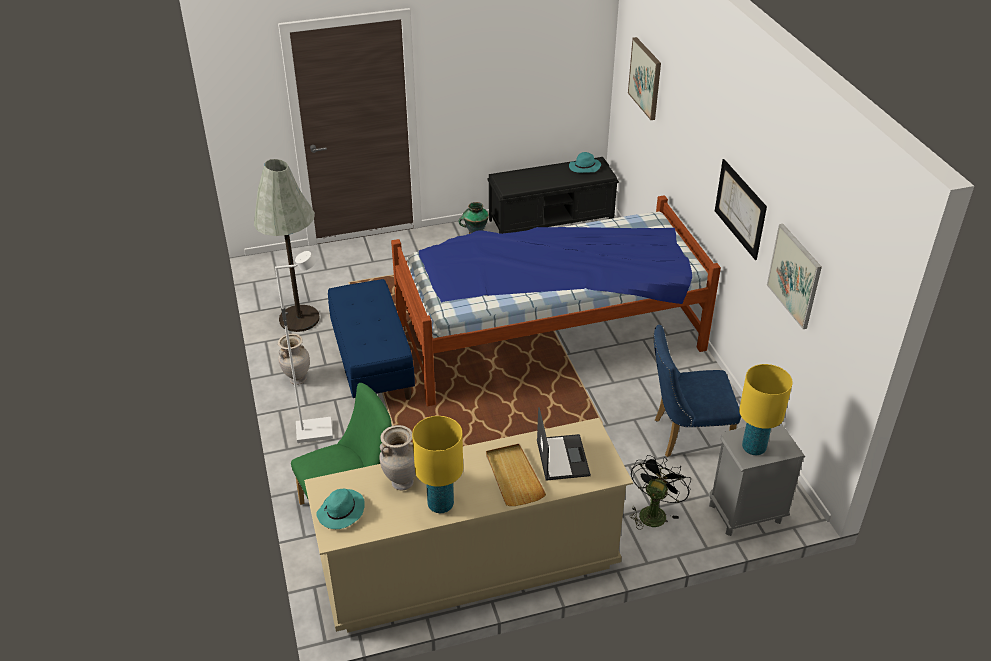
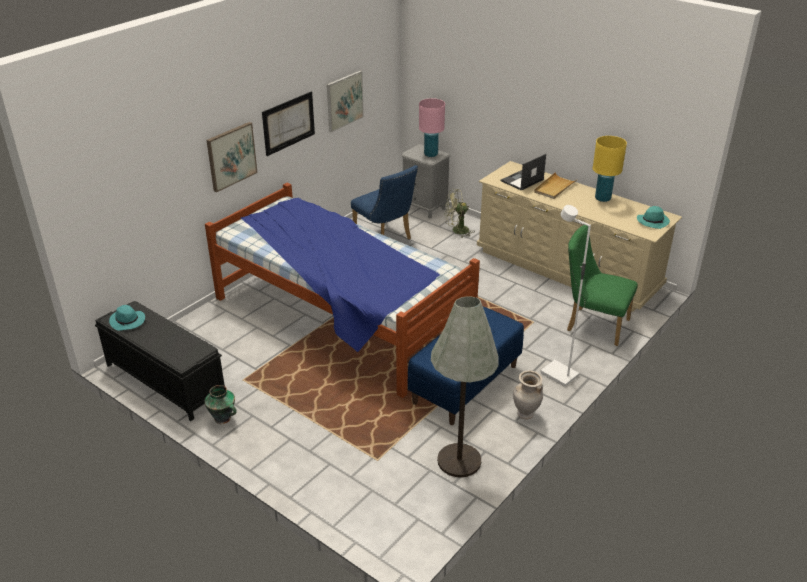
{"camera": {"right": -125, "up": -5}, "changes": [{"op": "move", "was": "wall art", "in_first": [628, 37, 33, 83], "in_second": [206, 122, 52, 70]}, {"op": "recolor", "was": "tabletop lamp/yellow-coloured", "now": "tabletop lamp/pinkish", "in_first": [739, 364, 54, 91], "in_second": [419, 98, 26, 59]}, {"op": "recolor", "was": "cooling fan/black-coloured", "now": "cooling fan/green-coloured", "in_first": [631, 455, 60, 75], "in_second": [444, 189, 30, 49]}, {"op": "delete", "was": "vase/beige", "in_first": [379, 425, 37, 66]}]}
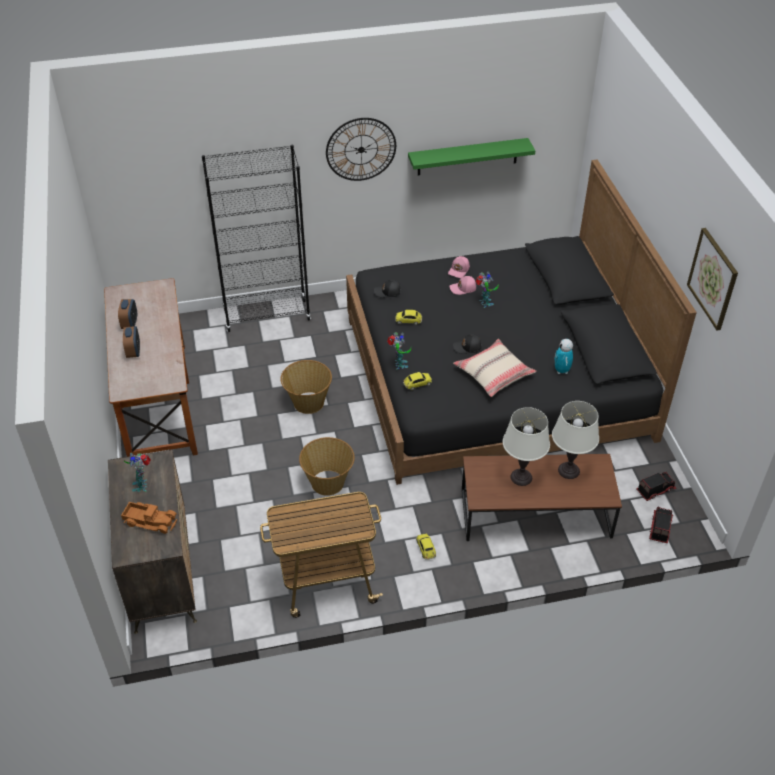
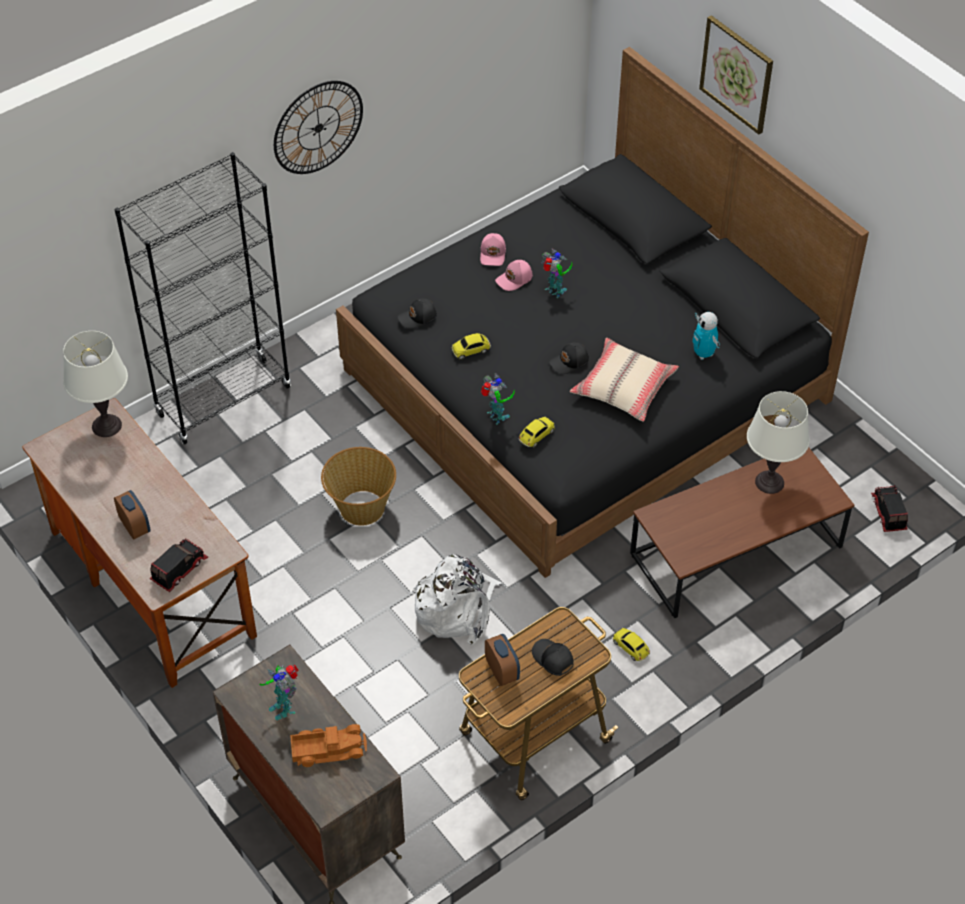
{"camera": {"right": -25, "up": 5}, "changes": [{"op": "move", "was": "tabletop lamp/whitish", "in_first": [503, 407, 47, 79], "in_second": [63, 331, 65, 106]}, {"op": "move", "was": "toy lorry", "in_first": [636, 472, 41, 29], "in_second": [150, 538, 58, 54]}, {"op": "replace", "was": "basket", "now": "knapsack/whitish", "in_first": [299, 437, 56, 59], "in_second": [413, 554, 89, 91]}, {"op": "move", "was": "alarm clock", "in_first": [118, 299, 19, 30], "in_second": [485, 634, 35, 52]}, {"op": "insert", "now": "cap/black-coloured", "in_second": [532, 639, 41, 37]}, {"op": "move", "was": "wall art", "in_first": [687, 228, 51, 102], "in_second": [699, 15, 74, 120]}, {"op": "delete", "was": "bracket shelf/green-coloured", "in_first": [408, 138, 127, 38]}]}
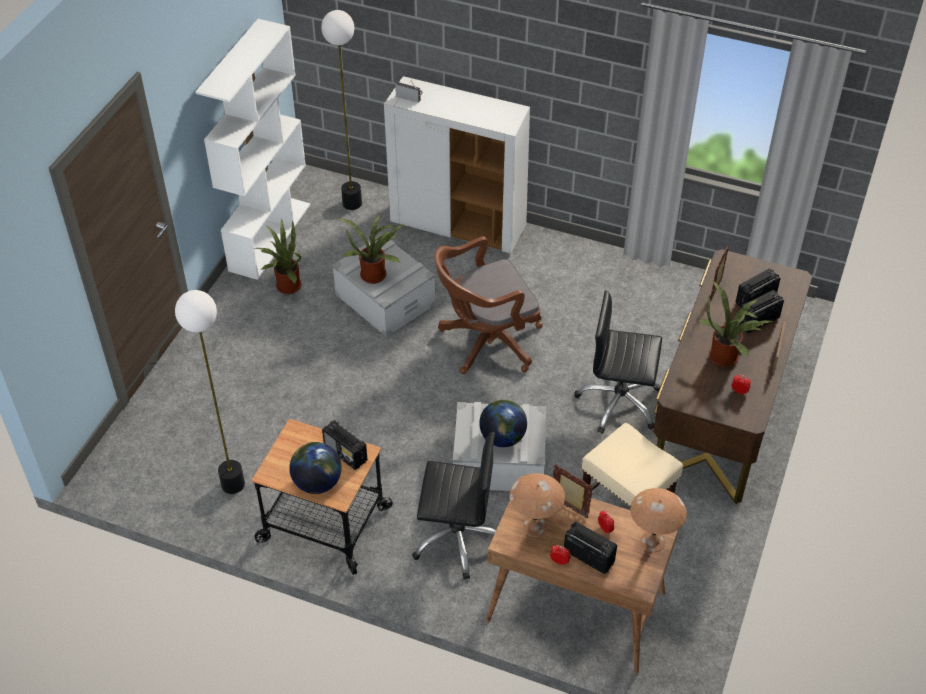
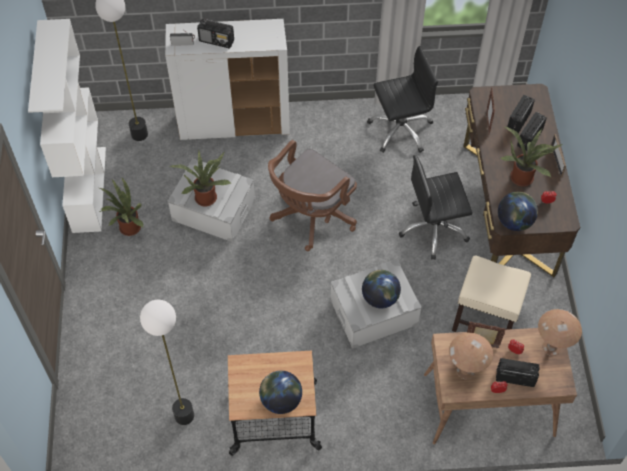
{"camera": {"right": -25, "up": 10}, "changes": [{"op": "move", "was": "radio receiver", "in_first": [322, 420, 45, 50], "in_second": [197, 19, 37, 29]}, {"op": "move", "was": "desk chair/black-coloured", "in_first": [412, 432, 84, 148], "in_second": [367, 46, 71, 107]}, {"op": "insert", "now": "desk globe", "in_second": [498, 192, 40, 39]}]}
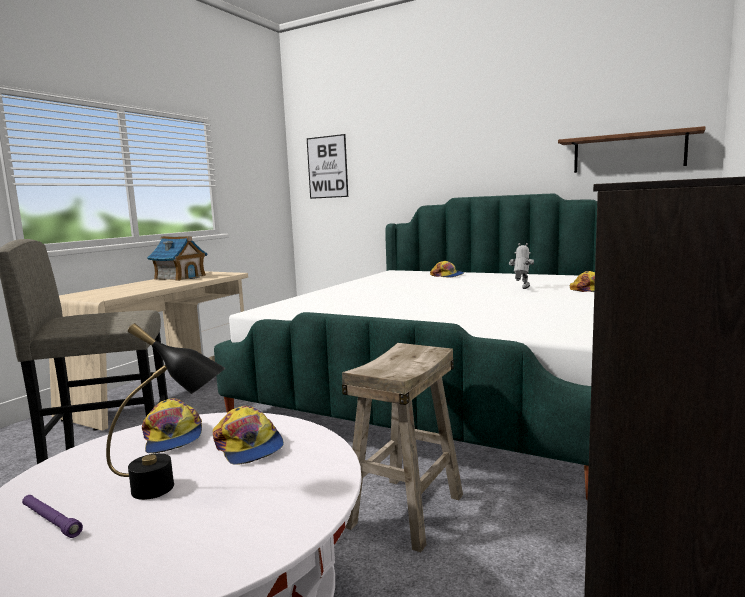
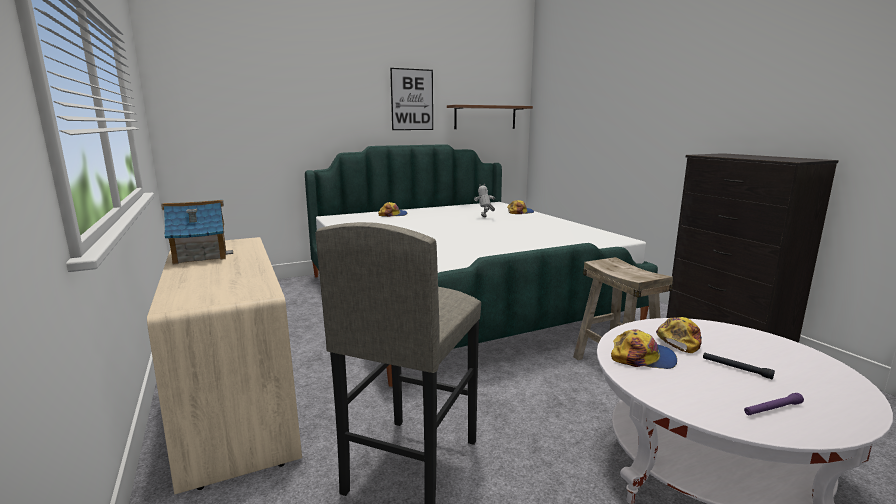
{"camera": {"right": -55, "up": 5}, "changes": [{"op": "move", "was": "wall art", "in_first": [307, 134, 41, 65], "in_second": [390, 68, 43, 62]}, {"op": "rotate", "was": "cap", "in_first": [213, 406, 71, 59], "in_second": [656, 317, 46, 36], "clockwise": -60}, {"op": "replace", "was": "tabletop lamp/black-coloured", "now": "hand torch/black-coloured", "in_first": [106, 323, 119, 177], "in_second": [703, 353, 72, 26]}]}
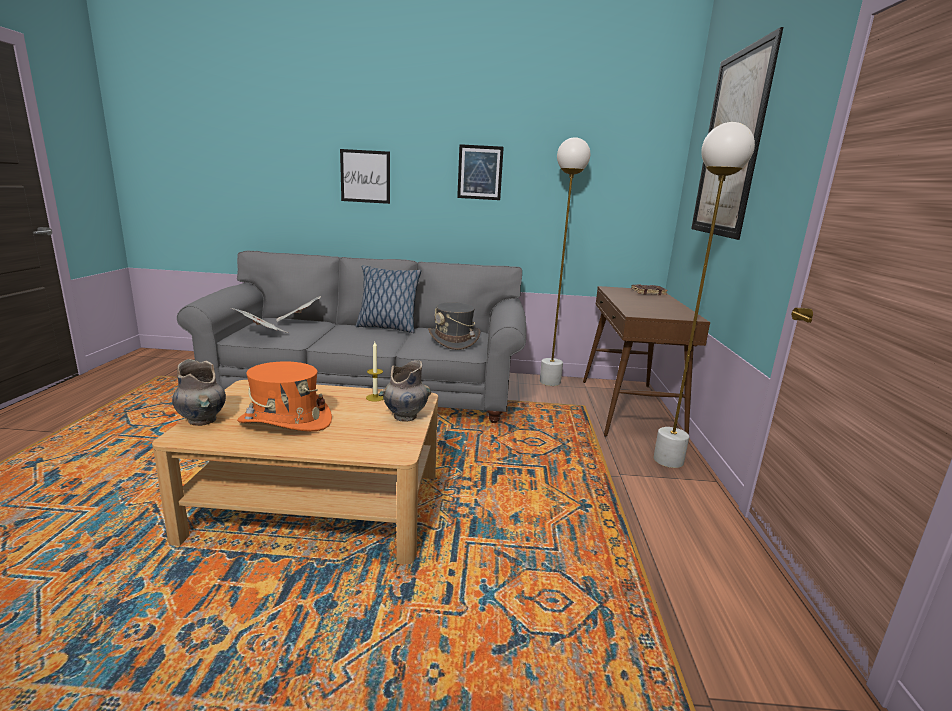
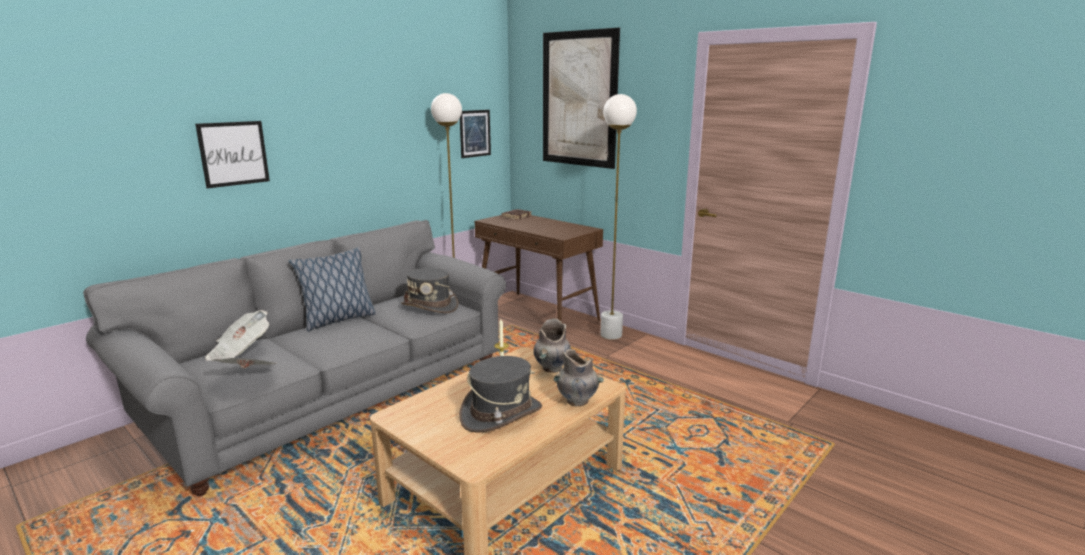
{"camera": {"right": -50, "up": 0}, "changes": [{"op": "recolor", "was": "clothing hat/orange-coloured", "now": "clothing hat/gray", "in_first": [237, 361, 95, 70], "in_second": [459, 356, 83, 77]}, {"op": "move", "was": "wall art", "in_first": [457, 144, 47, 56], "in_second": [460, 110, 31, 48]}, {"op": "move", "was": "vase/gray", "in_first": [172, 359, 54, 67], "in_second": [554, 349, 50, 57]}]}
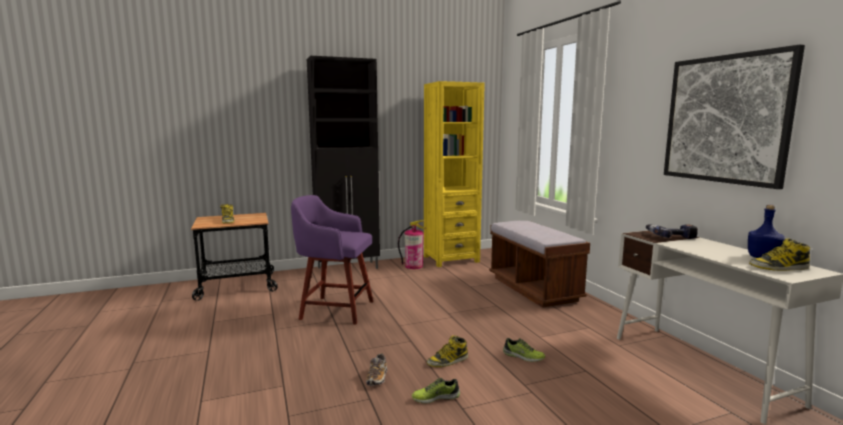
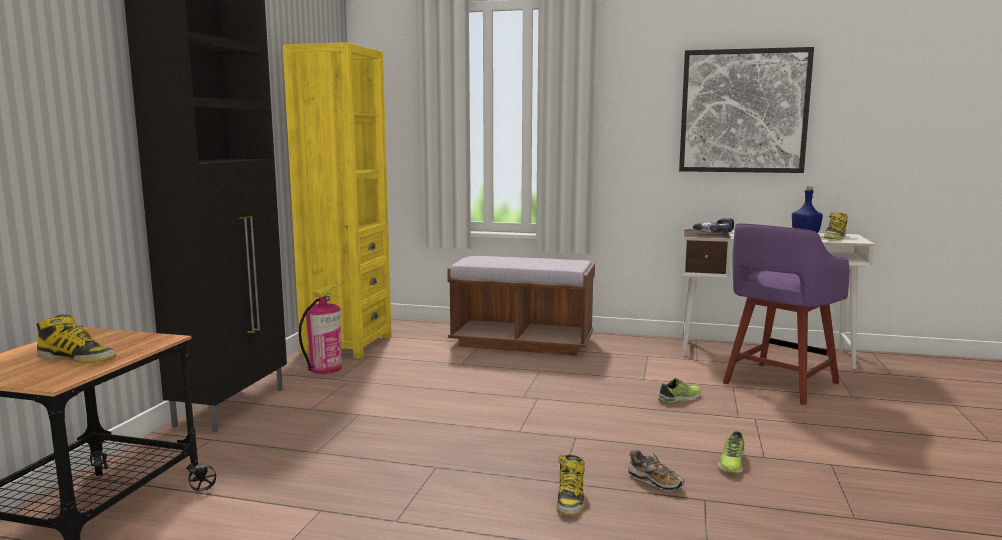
{"camera": {"right": -55, "up": 0}, "changes": [{"op": "move", "was": "tall boot", "in_first": [427, 335, 41, 32], "in_second": [556, 455, 29, 61]}, {"op": "move", "was": "sitting stool/purple", "in_first": [291, 195, 82, 129], "in_second": [723, 223, 126, 182]}]}
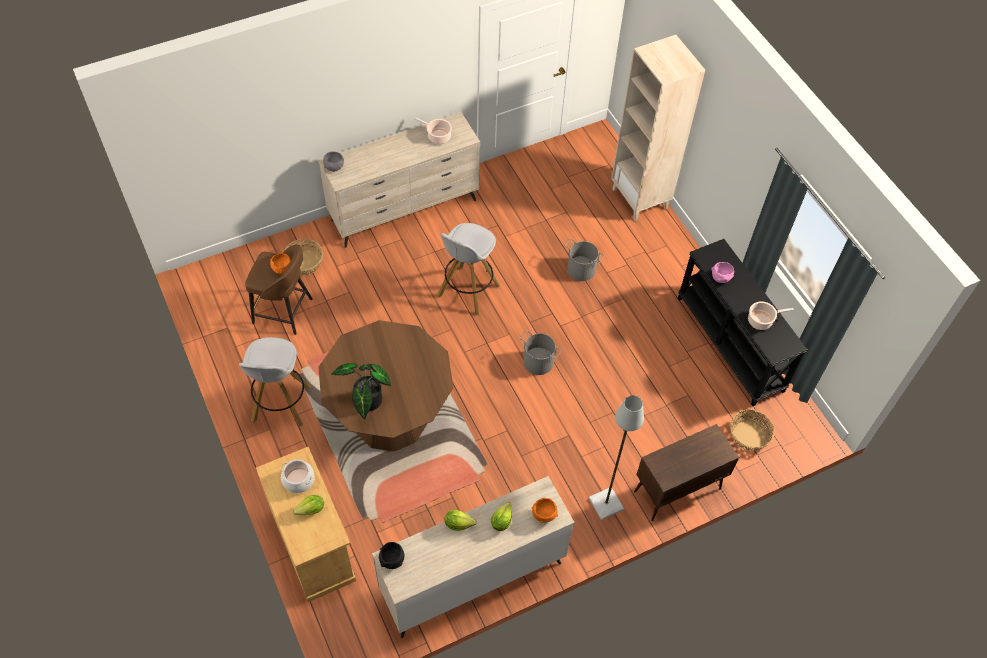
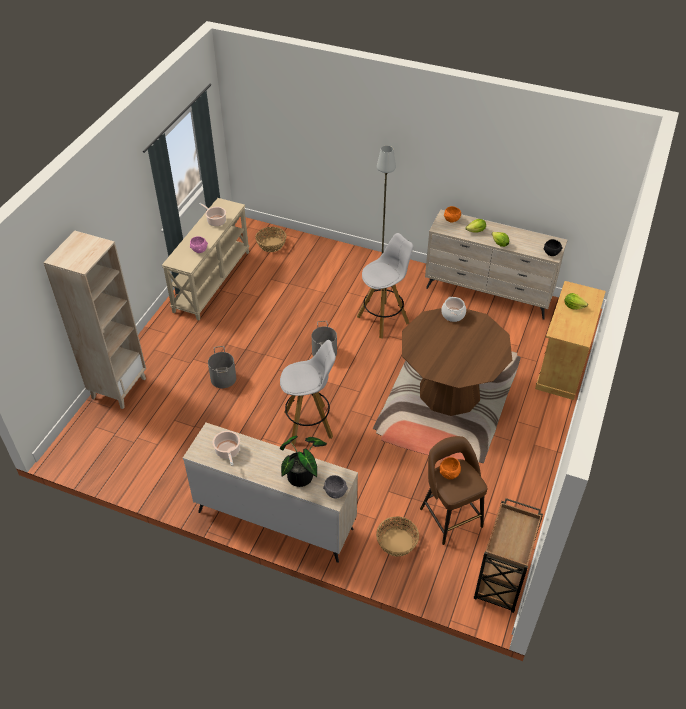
{"camera": {"right": -130, "up": -10}, "changes": [{"op": "recolor", "was": "hall table/black-coloured", "now": "hall table/beige", "in_first": [678, 239, 129, 167], "in_second": [162, 198, 87, 123]}, {"op": "move", "was": "houseplant", "in_first": [331, 363, 60, 56], "in_second": [280, 436, 47, 51]}, {"op": "move", "was": "sitting stool/whitish", "in_first": [239, 337, 72, 90], "in_second": [357, 233, 56, 105]}, {"op": "move", "was": "saucepot", "in_first": [281, 459, 34, 34], "in_second": [441, 297, 25, 25]}, {"op": "insert", "now": "cart/brown-coloured", "in_second": [474, 498, 69, 115]}, {"op": "delete", "was": "cupboard/brown-coloured", "in_first": [634, 424, 105, 97]}]}
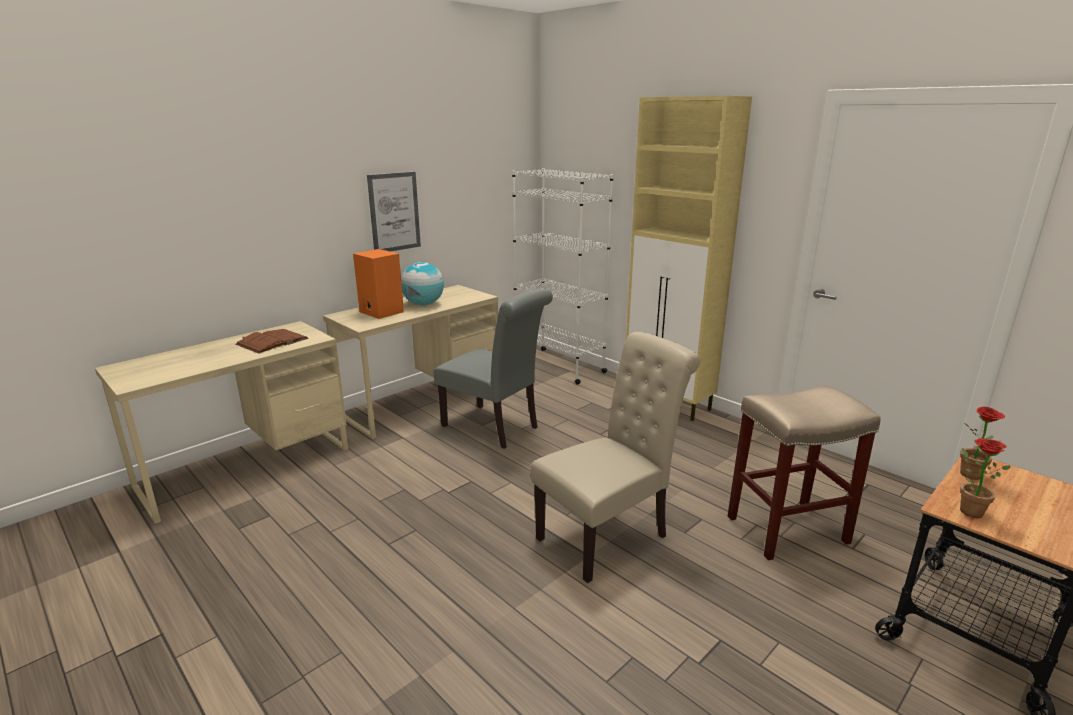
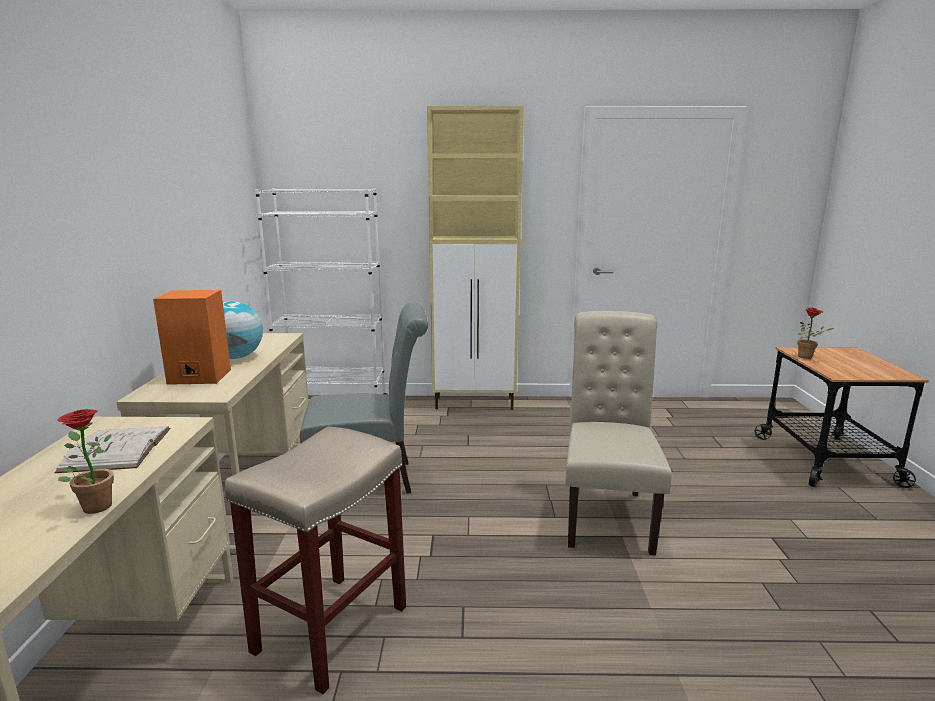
{"camera": {"right": -45, "up": -5}, "changes": [{"op": "recolor", "was": "volume/brown-coloured", "now": "volume/whitish", "in_first": [236, 329, 73, 25], "in_second": [54, 426, 117, 47]}, {"op": "move", "was": "houseplant", "in_first": [960, 438, 51, 80], "in_second": [58, 409, 56, 105]}, {"op": "move", "was": "sitting stool/beige", "in_first": [728, 386, 152, 174], "in_second": [225, 426, 181, 268]}, {"op": "delete", "was": "wall art", "in_first": [367, 172, 54, 80]}]}
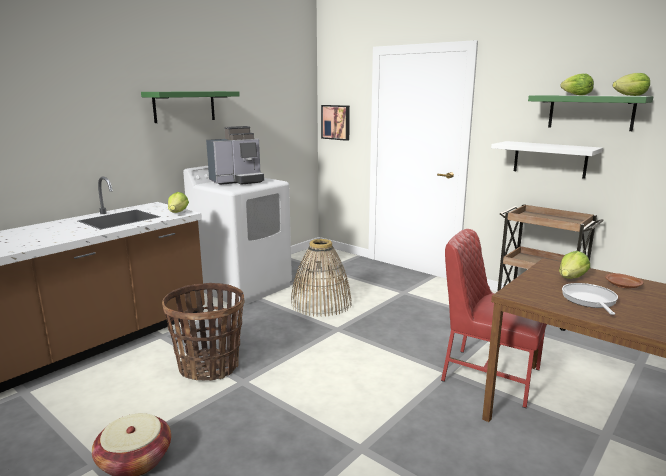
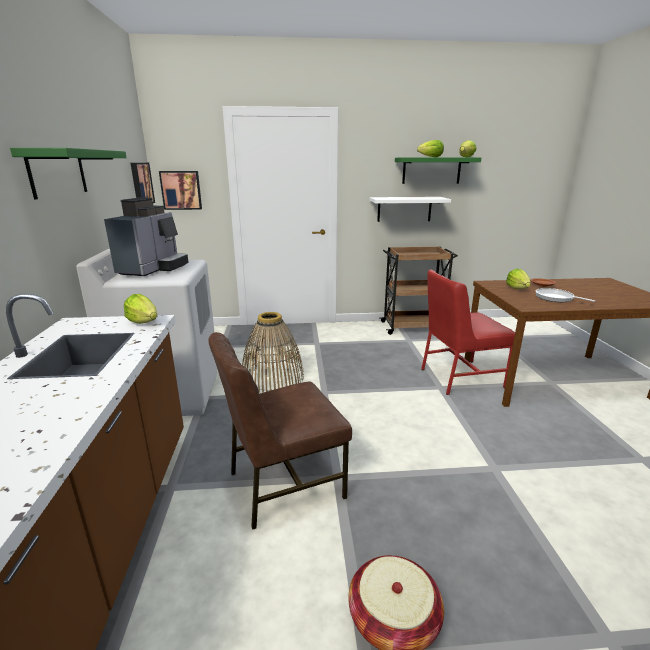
{"camera": {"right": -45, "up": 5}, "changes": [{"op": "insert", "now": "wall art", "in_second": [131, 163, 24, 40]}, {"op": "replace", "was": "basket", "now": "chair/brown-coloured", "in_first": [162, 283, 83, 98], "in_second": [208, 332, 144, 198]}]}
